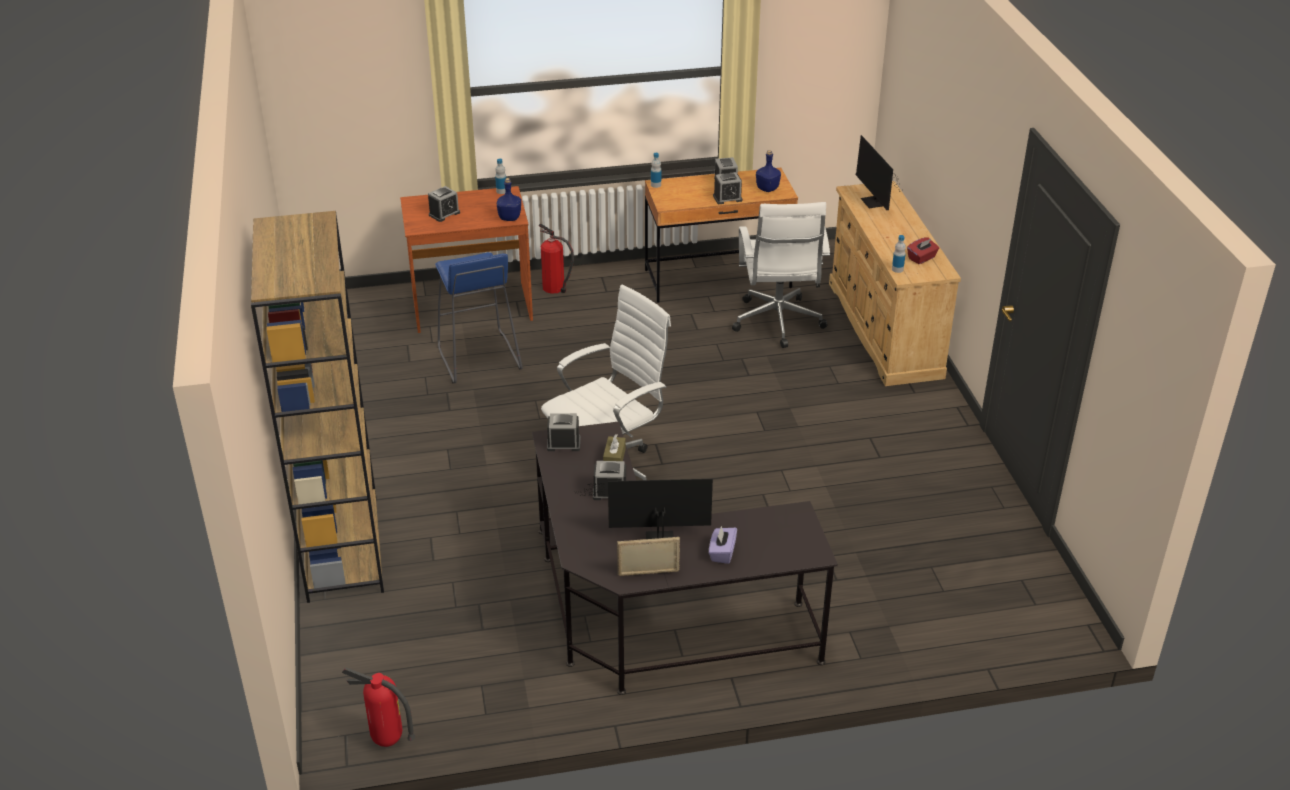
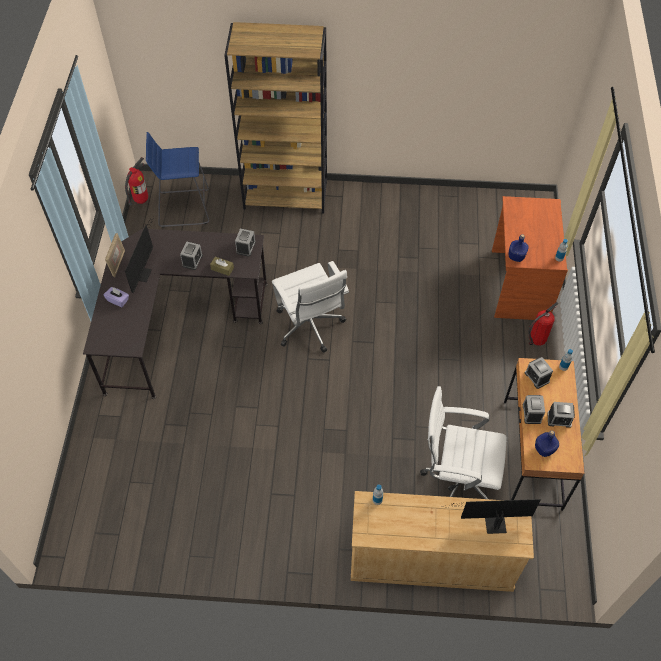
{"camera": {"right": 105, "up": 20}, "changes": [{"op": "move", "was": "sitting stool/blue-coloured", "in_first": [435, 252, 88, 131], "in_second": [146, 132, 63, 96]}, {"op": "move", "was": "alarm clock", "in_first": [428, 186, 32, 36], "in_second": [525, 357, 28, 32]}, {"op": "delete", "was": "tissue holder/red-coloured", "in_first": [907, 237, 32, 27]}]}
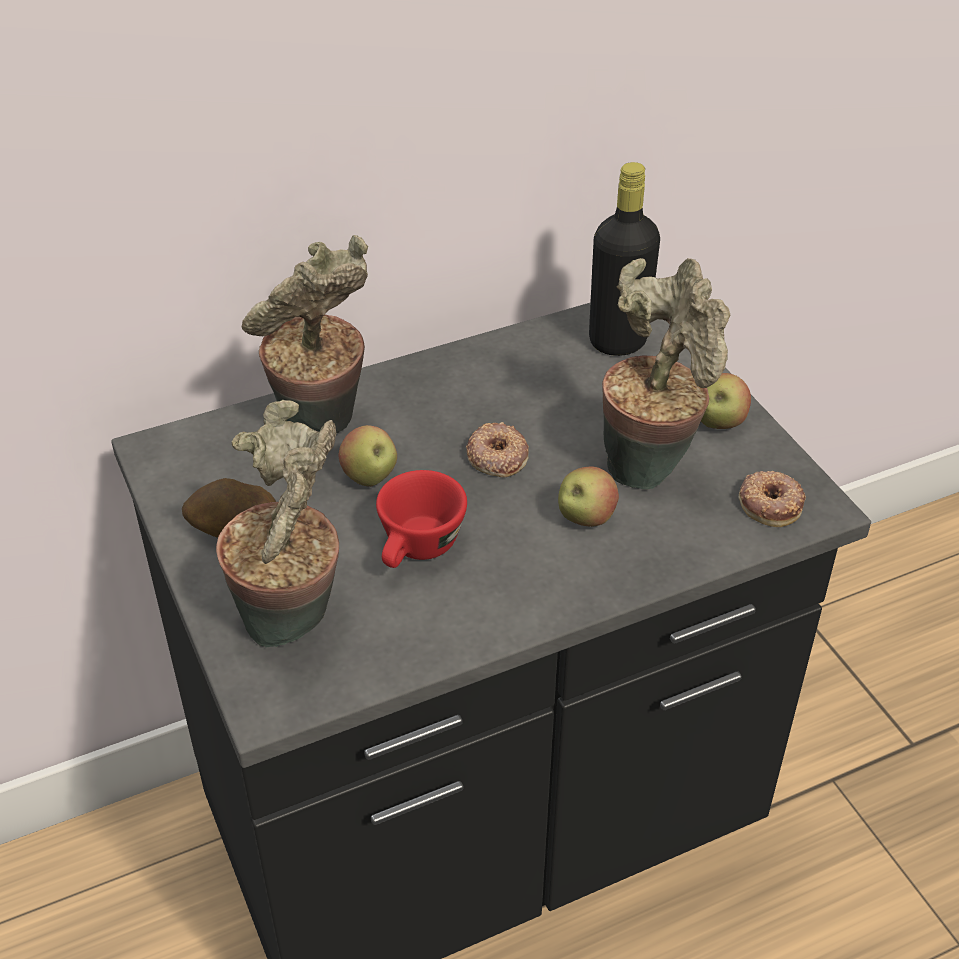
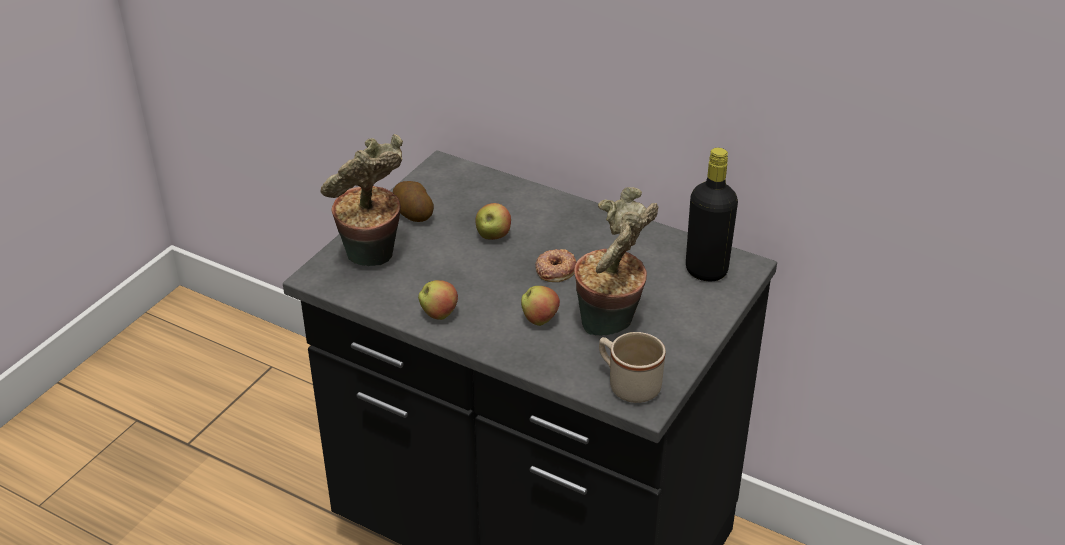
{"camera": {"right": 55, "up": -5}, "changes": [{"op": "move", "was": "apple fruit", "in_first": [701, 373, 50, 56], "in_second": [418, 280, 40, 40]}, {"op": "replace", "was": "doughnut", "now": "coffee mug/beige", "in_first": [738, 471, 68, 56], "in_second": [599, 332, 67, 71]}, {"op": "delete", "was": "houseplant", "in_first": [242, 235, 126, 198]}, {"op": "delete", "was": "small cup/red-coloured", "in_first": [376, 470, 91, 98]}]}
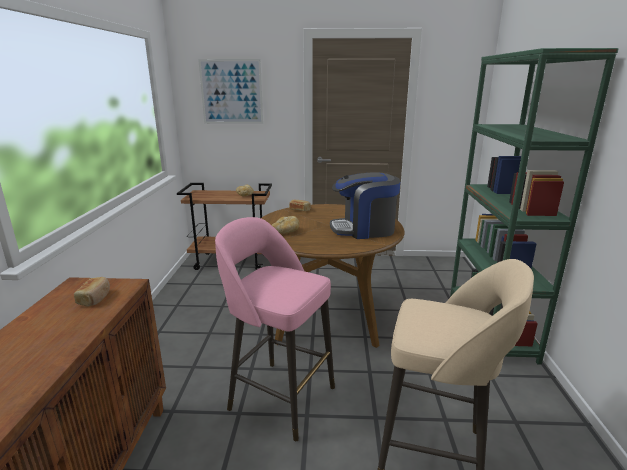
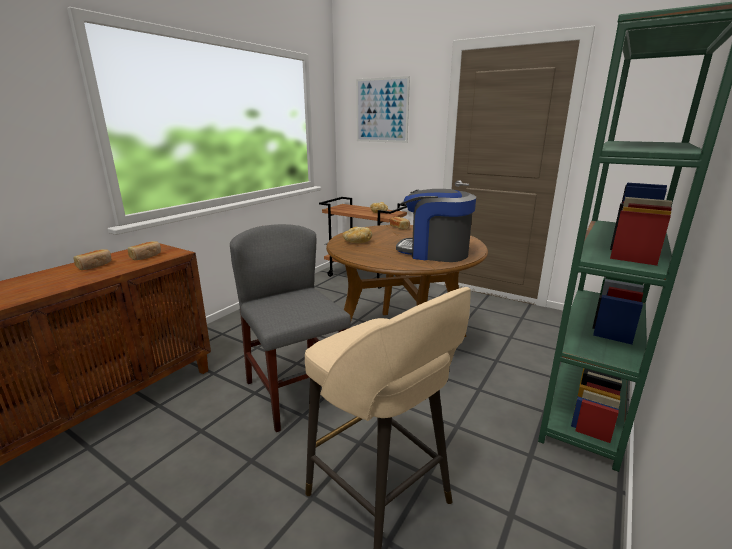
{"camera": {"right": 30, "up": 0}, "changes": [{"op": "insert", "now": "bakery bread", "in_second": [74, 250, 37, 20]}, {"op": "replace", "was": "sitting stool/pinkish", "now": "chair/gray", "in_first": [215, 217, 120, 224], "in_second": [230, 224, 121, 208]}]}
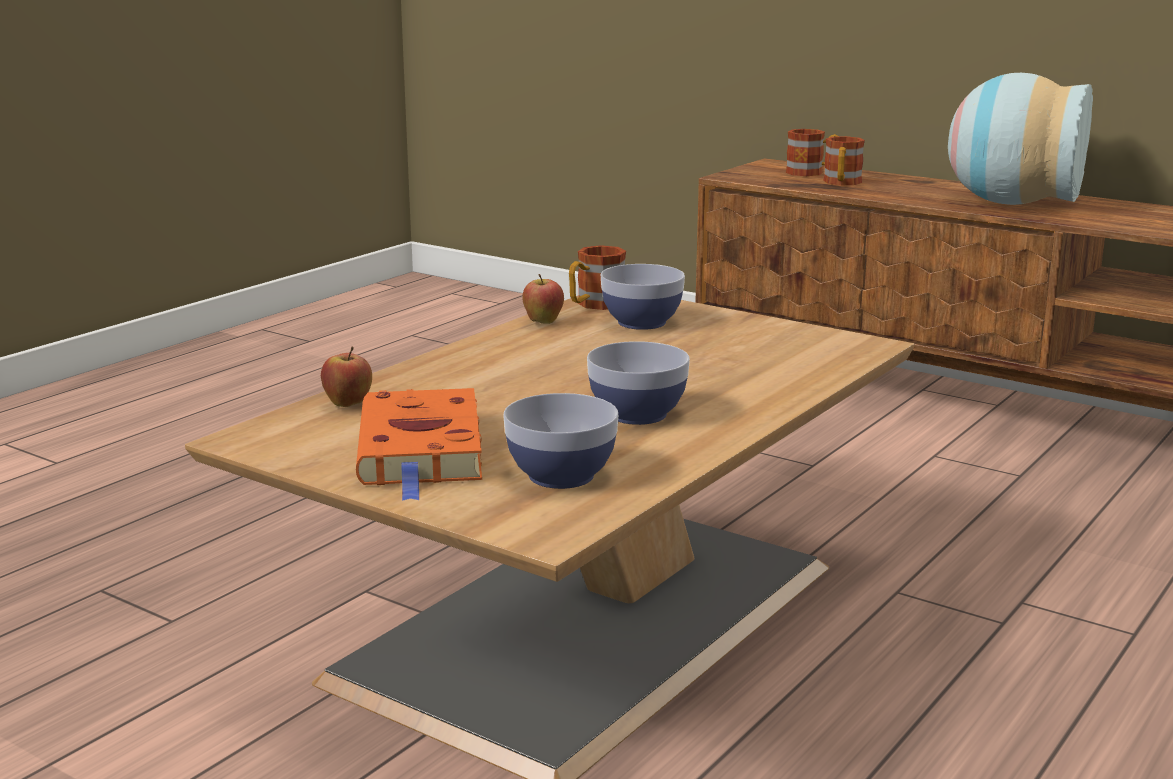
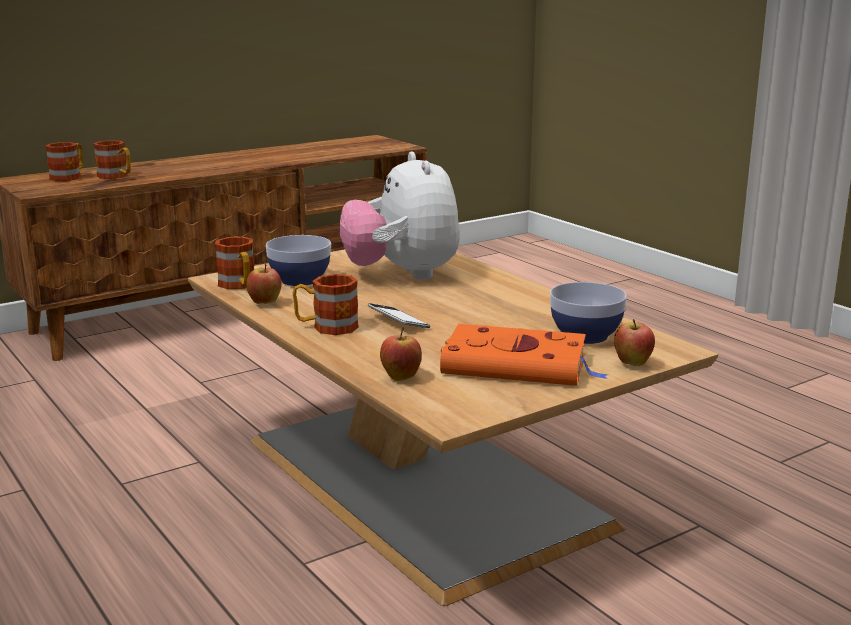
{"camera": {"right": -70, "up": 0}, "changes": [{"op": "insert", "now": "coffee mug", "in_second": [293, 274, 66, 61]}, {"op": "insert", "now": "plush toy", "in_second": [339, 151, 121, 129]}, {"op": "insert", "now": "telephone", "in_second": [368, 303, 62, 25]}, {"op": "insert", "now": "apple fruit", "in_second": [614, 319, 41, 47]}, {"op": "delete", "was": "deep dish", "in_first": [587, 341, 103, 84]}, {"op": "delete", "was": "vase", "in_first": [948, 73, 145, 132]}]}
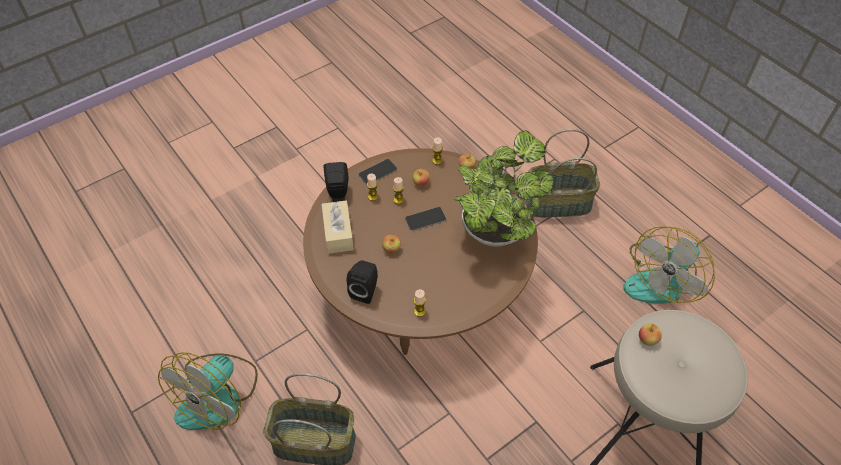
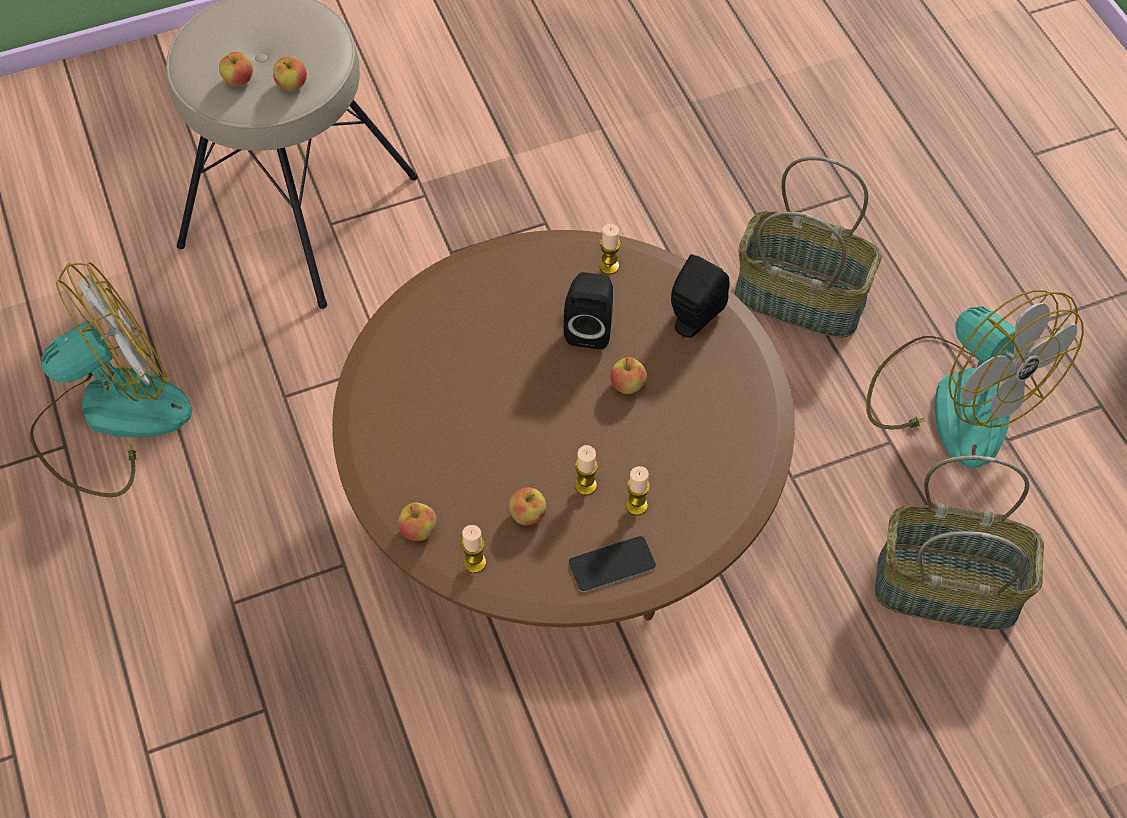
{"camera": {"right": -165, "up": 5}, "changes": [{"op": "insert", "now": "apple fruit", "in_second": [219, 52, 34, 34]}, {"op": "move", "was": "loudspeaker/black-coloured", "in_first": [323, 162, 25, 40], "in_second": [564, 272, 49, 77]}, {"op": "rotate", "was": "cooling fan", "in_first": [158, 352, 100, 78], "in_second": [866, 290, 218, 178], "clockwise": 105}, {"op": "move", "was": "basket", "in_first": [525, 129, 75, 89], "in_second": [875, 456, 169, 174]}, {"op": "delete", "was": "tissue holder/beige", "in_first": [322, 201, 32, 53]}, {"op": "delete", "was": "telephone", "in_first": [405, 207, 41, 24]}, {"op": "delete", "was": "houseplant", "in_first": [454, 130, 99, 117]}]}
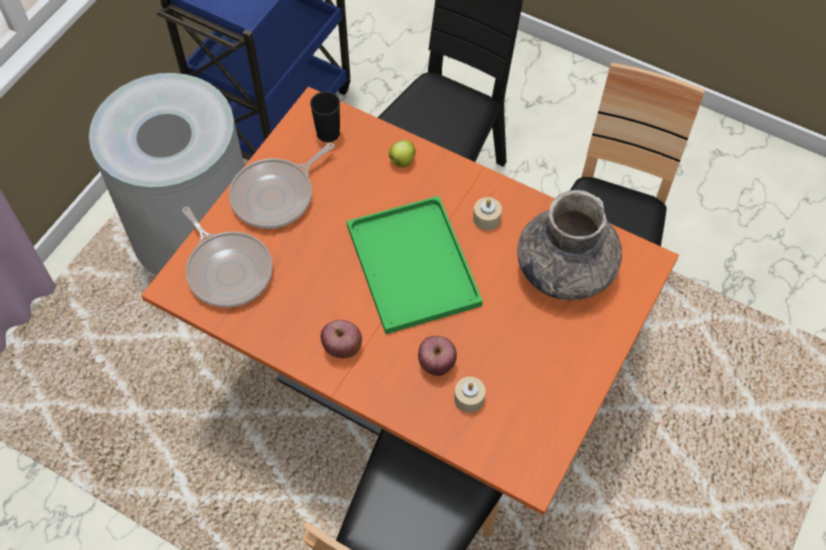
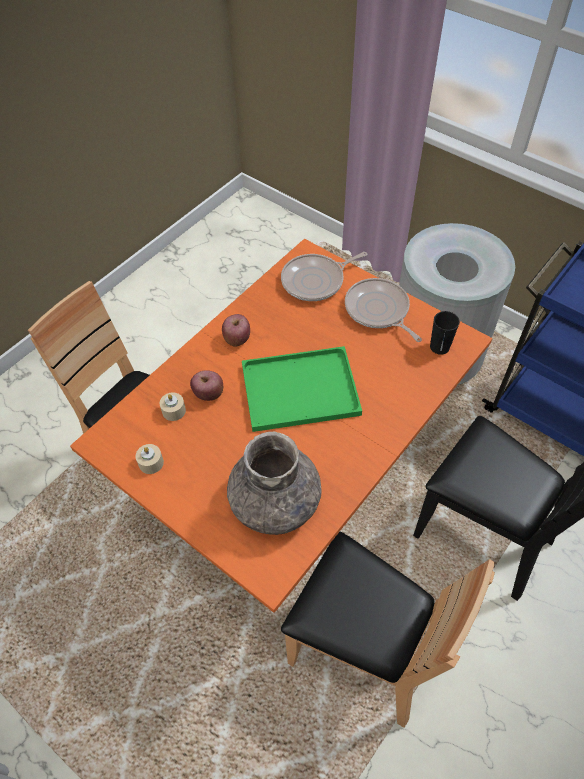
{"camera": {"right": 100, "up": -5}, "changes": [{"op": "move", "was": "candle/beige", "in_first": [473, 197, 29, 33], "in_second": [135, 444, 29, 30]}, {"op": "delete", "was": "apple fruit", "in_first": [389, 140, 27, 28]}]}
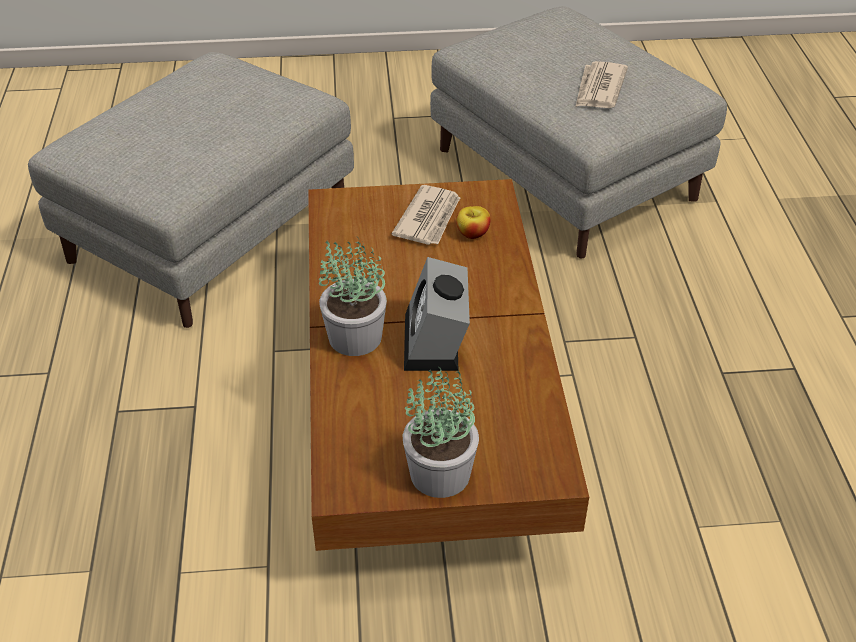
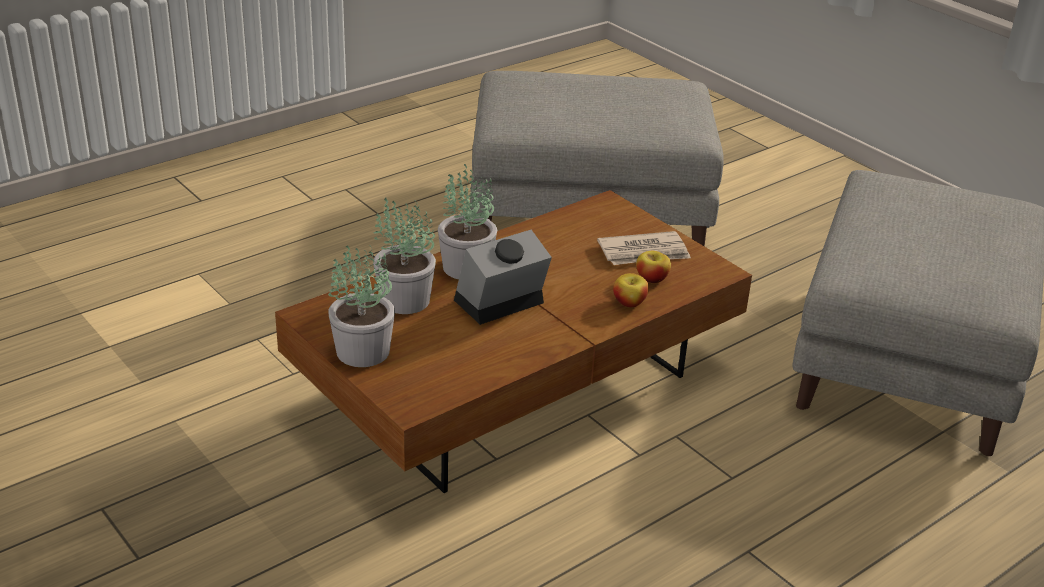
{"camera": {"right": 55, "up": -10}, "changes": [{"op": "insert", "now": "houseplant", "in_second": [373, 198, 63, 116]}, {"op": "insert", "now": "apple fruit", "in_second": [613, 273, 36, 34]}, {"op": "delete", "was": "newspaper", "in_first": [575, 61, 53, 47]}]}
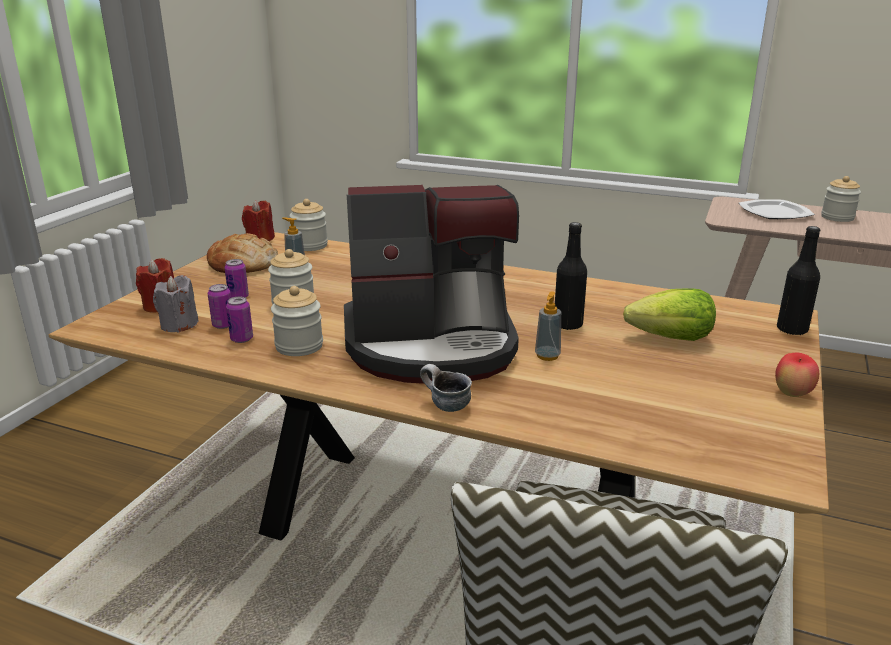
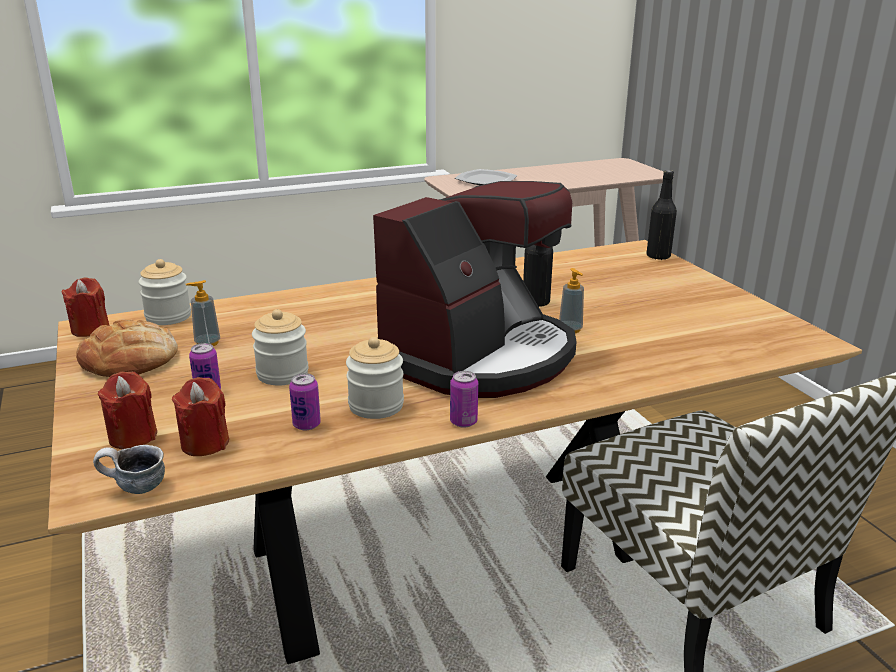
{"camera": {"right": -45, "up": 0}, "changes": [{"op": "move", "was": "coffee mug", "in_first": [420, 364, 52, 48], "in_second": [93, 445, 72, 49]}, {"op": "recolor", "was": "candle/gray", "now": "candle/red-coloured", "in_first": [153, 275, 46, 57], "in_second": [172, 377, 57, 79]}, {"op": "move", "was": "can", "in_first": [208, 284, 23, 45], "in_second": [450, 371, 28, 57]}, {"op": "delete", "was": "lettuce head", "in_first": [623, 288, 93, 53]}, {"op": "delete", "was": "apple fruit", "in_first": [775, 353, 44, 44]}, {"op": "delete", "was": "preserve jar", "in_first": [821, 176, 40, 46]}]}
